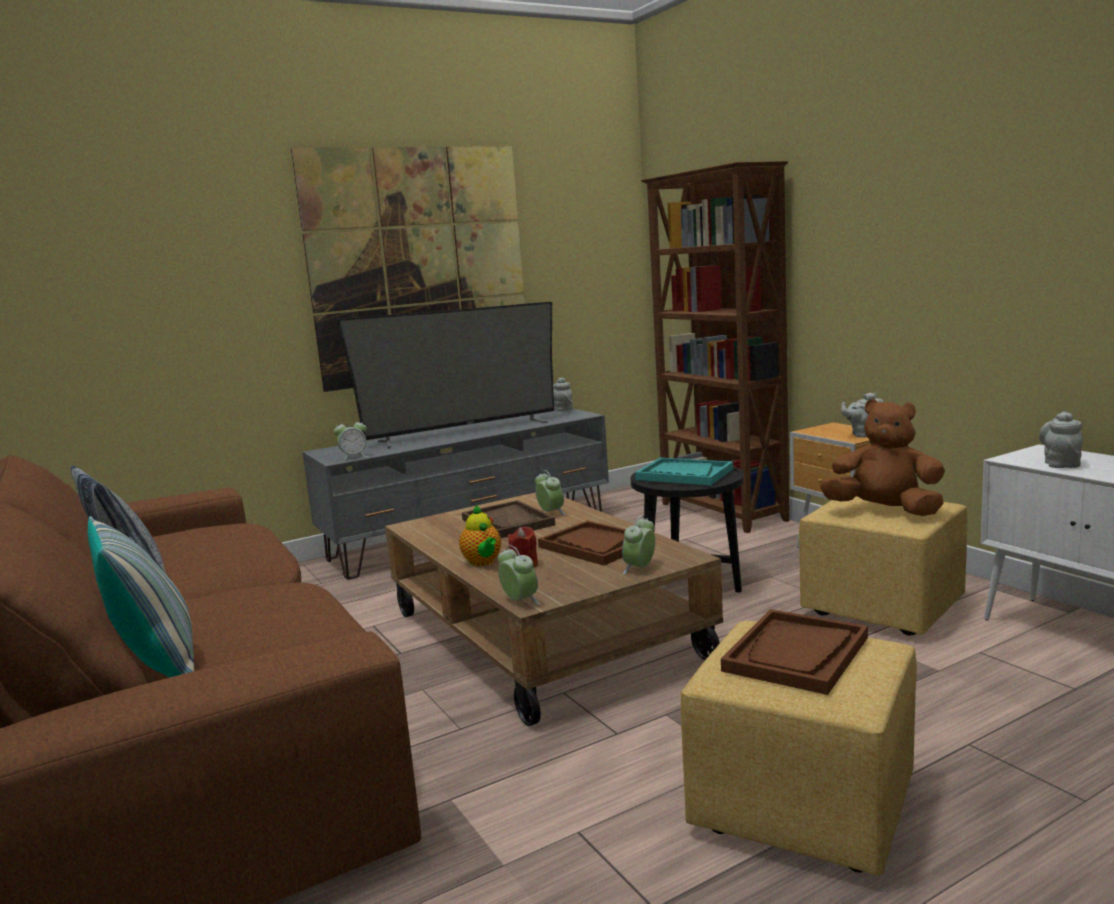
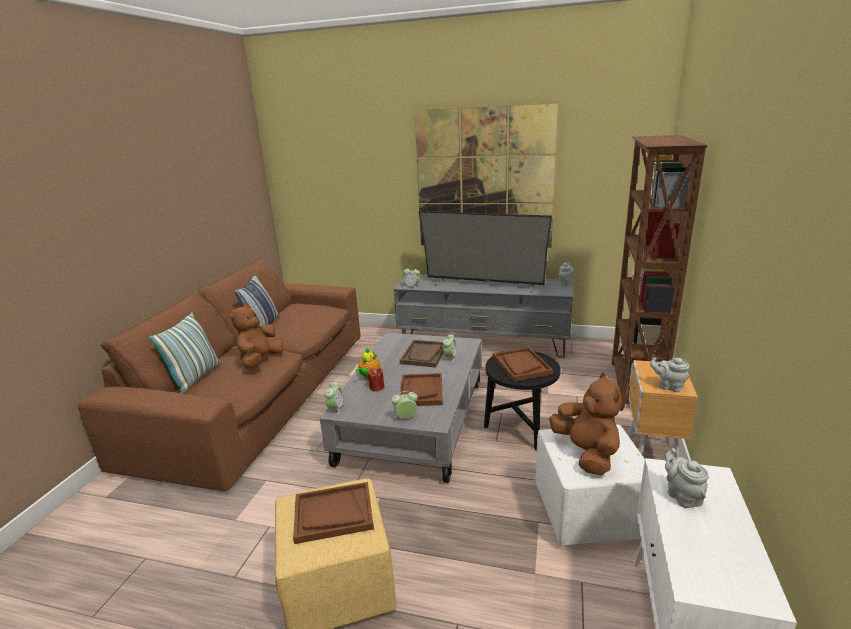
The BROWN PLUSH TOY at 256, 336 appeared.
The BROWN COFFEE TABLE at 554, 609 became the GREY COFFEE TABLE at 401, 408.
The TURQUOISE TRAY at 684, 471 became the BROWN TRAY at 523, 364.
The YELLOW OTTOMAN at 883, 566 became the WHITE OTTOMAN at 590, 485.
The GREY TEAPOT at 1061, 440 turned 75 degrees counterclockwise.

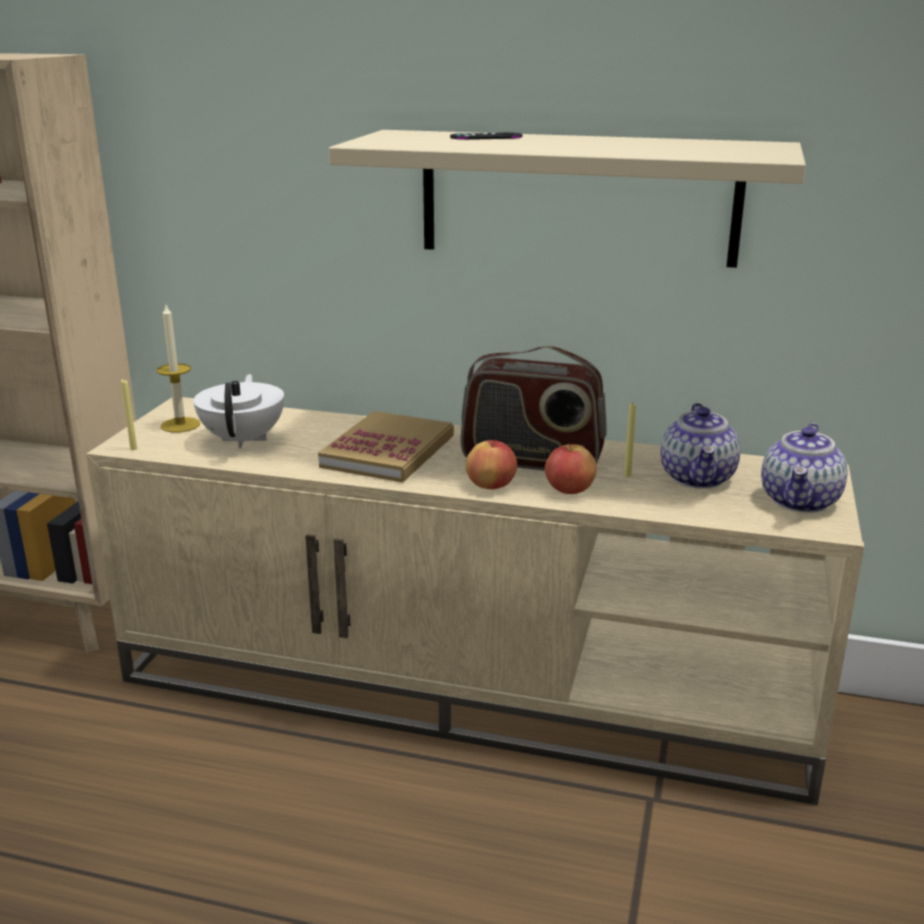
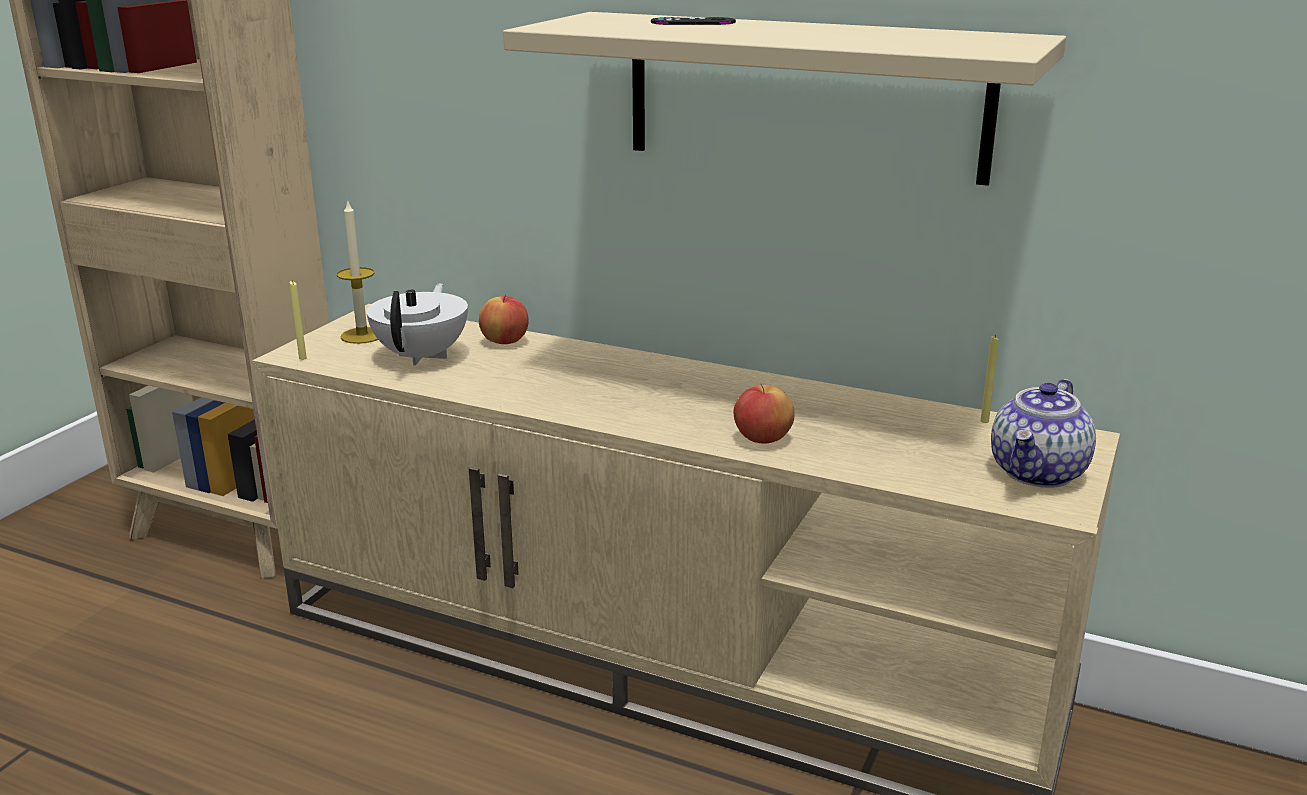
The BOOK at 386, 446 disappeared.
The RADIO at 533, 408 disappeared.
The TEAPOT at 700, 446 disappeared.
The APPLE moved from 491, 464 to 504, 319.
The YELLOW CANDLE moved from 630, 440 to 989, 379.

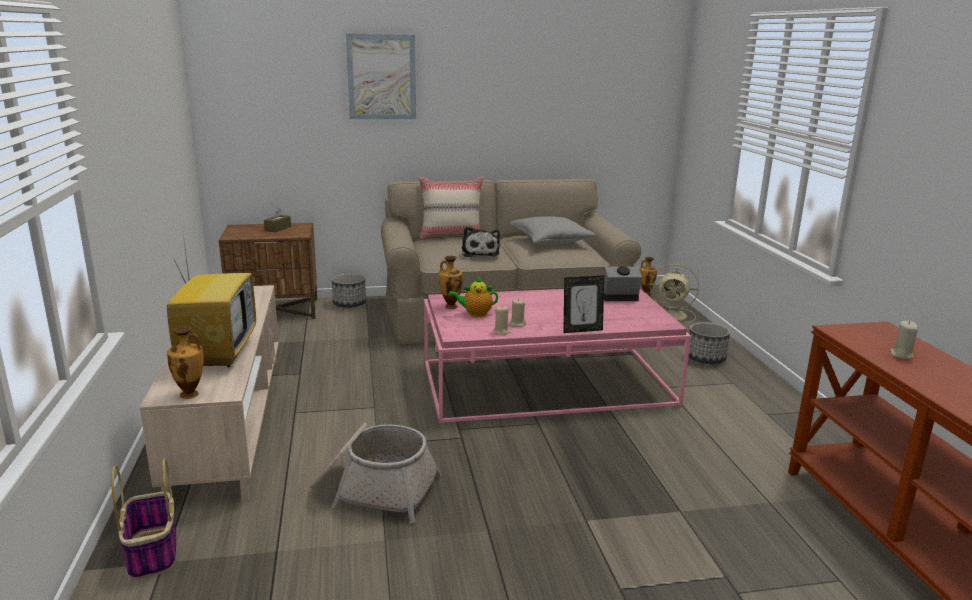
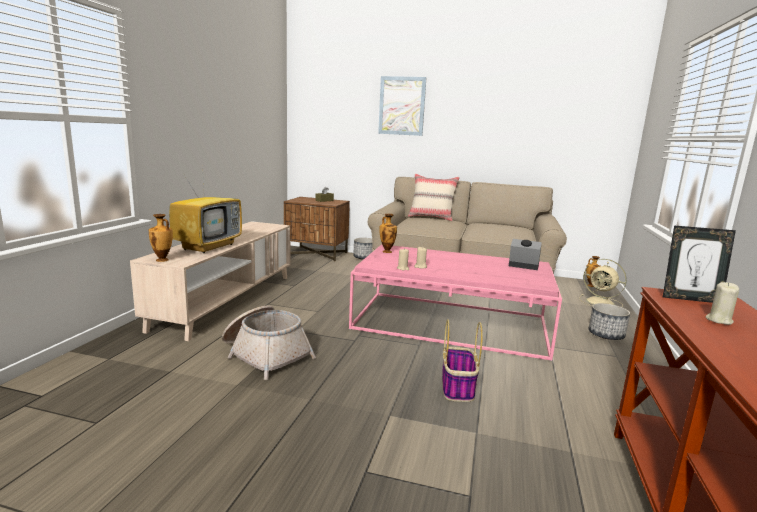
The TEAPOT at 473, 296 disappeared.
The PLUSH TOY at 481, 242 disappeared.
The GREY PILLOW at 553, 230 disappeared.
The BASKET moved from 143, 519 to 462, 360.
The PICTURE FRAME moved from 583, 304 to 699, 264.

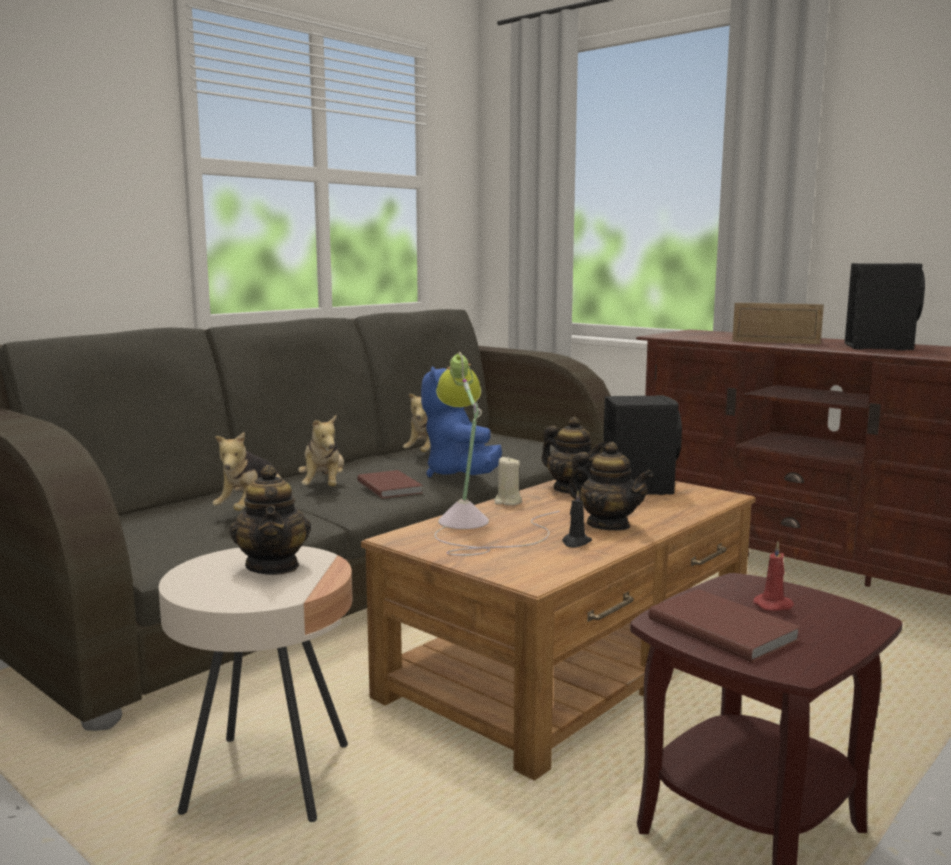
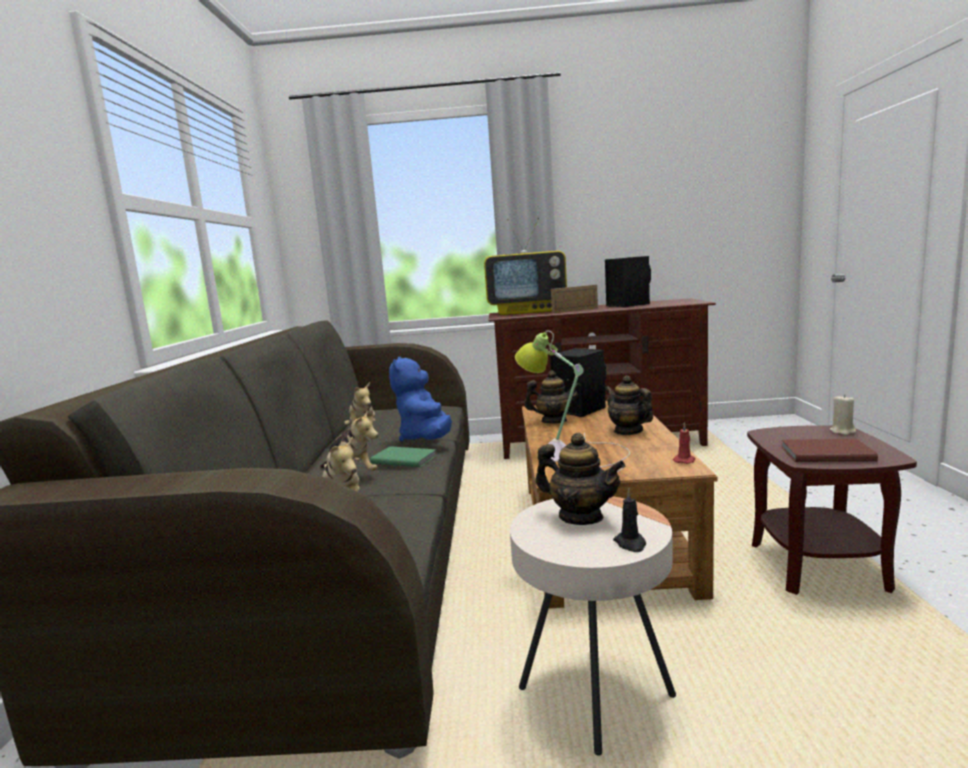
The TELEVISION at 525, 266 appeared.
The BEIGE CANDLE moved from 508, 480 to 843, 414.
The BLACK CANDLE moved from 577, 519 to 629, 520.
The RED CANDLE moved from 773, 576 to 684, 443.
The BROWN BOOK at 390, 484 became the GREEN BOOK at 403, 456.
The BLUE PLUSH TOY at 461, 421 turned 45 degrees clockwise.
The TEAPOT at 610, 486 turned 120 degrees counterclockwise.

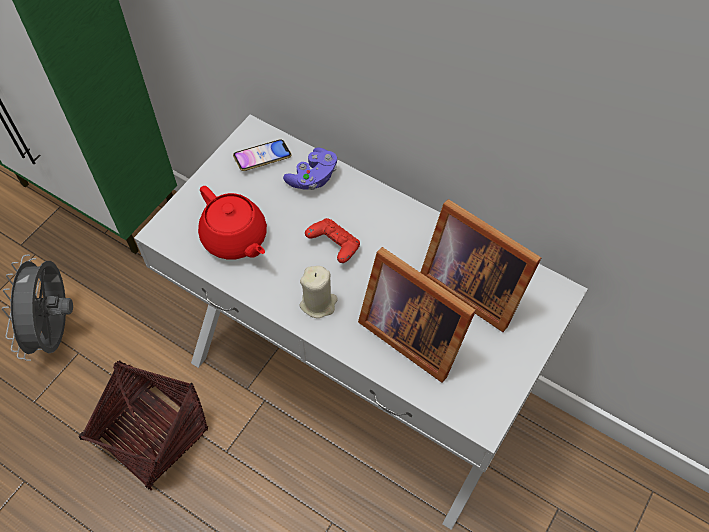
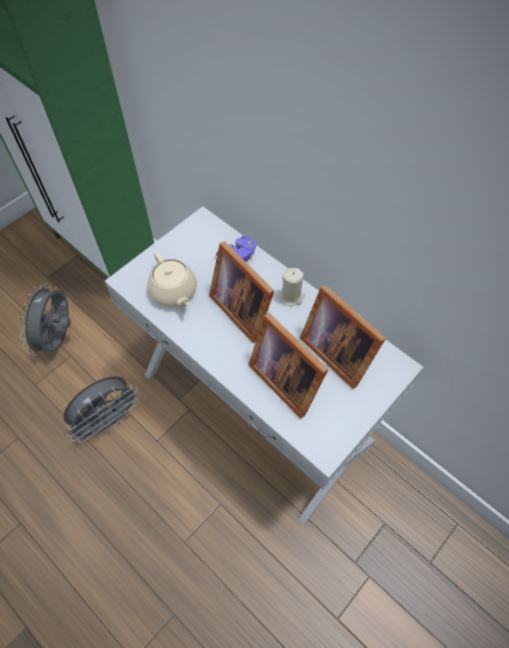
The PHONE at 262, 155 disappeared.
The BEIGE CANDLE moved from 319, 292 to 292, 287.
The BASKET at 143, 425 was replaced by the GREY FAN at 102, 409.
The RED GAME CONTROLLER at 332, 240 was replaced by the PICTURE FRAME at 241, 292.
The RED TEAPOT at 232, 223 became the BEIGE TEAPOT at 172, 279.

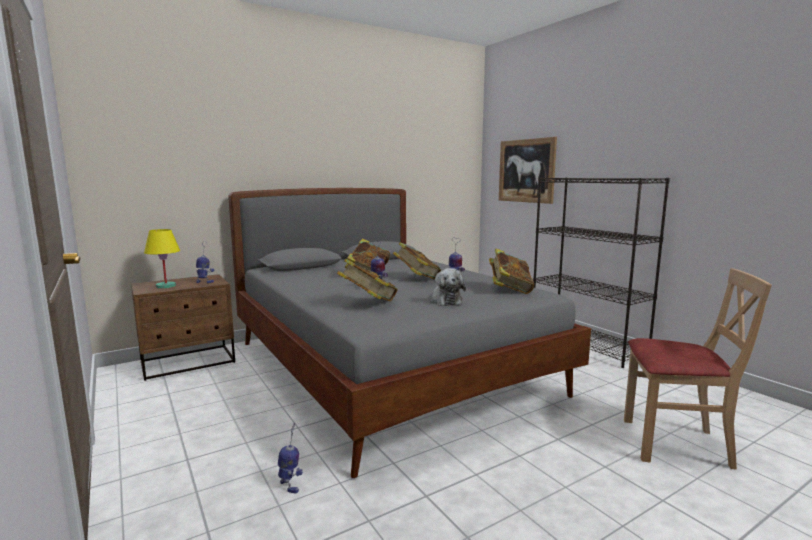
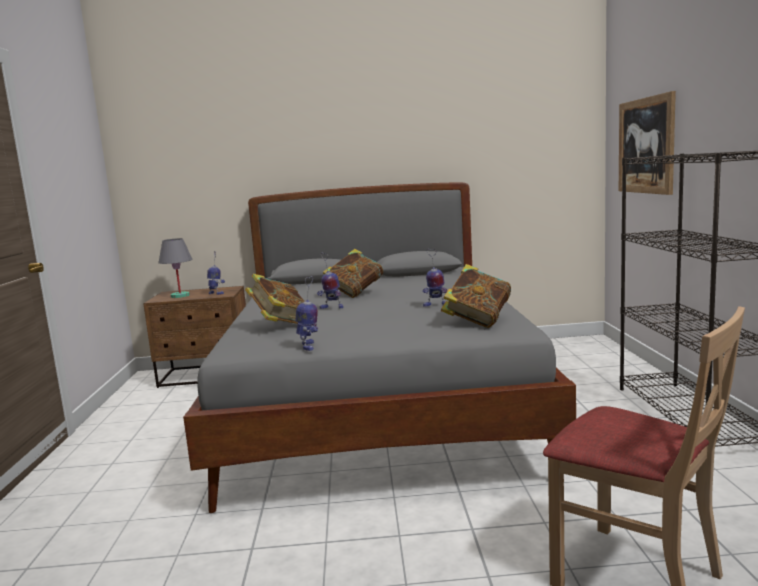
The BOOK at 417, 261 disappeared.
The PLUSH TOY at 448, 287 disappeared.
The TOY ROBOT moved from 290, 458 to 307, 313.
The YELLOW TABLE LAMP at 162, 259 became the GREY TABLE LAMP at 176, 268.

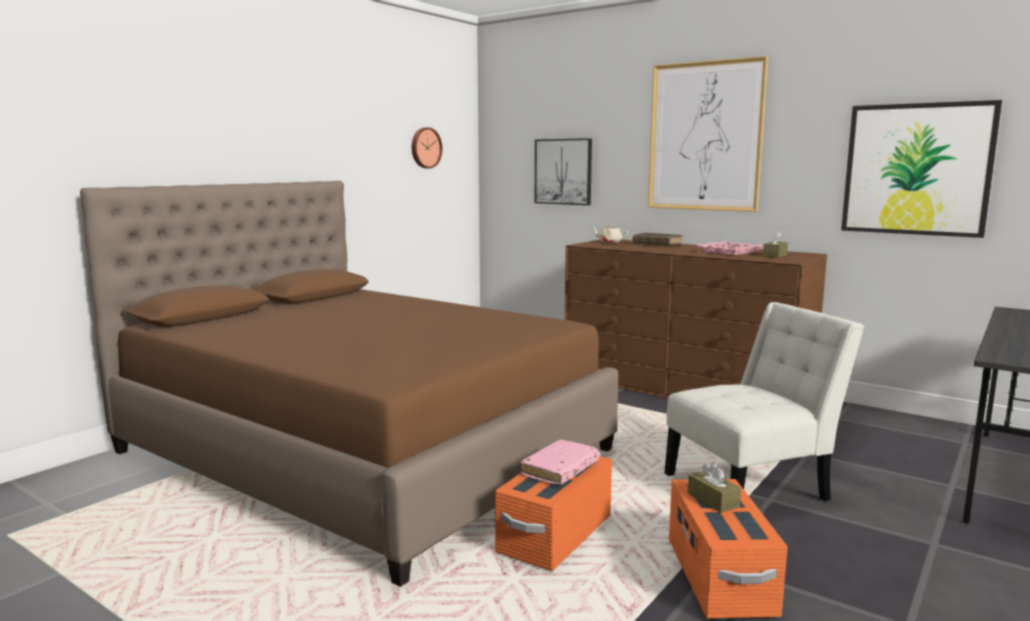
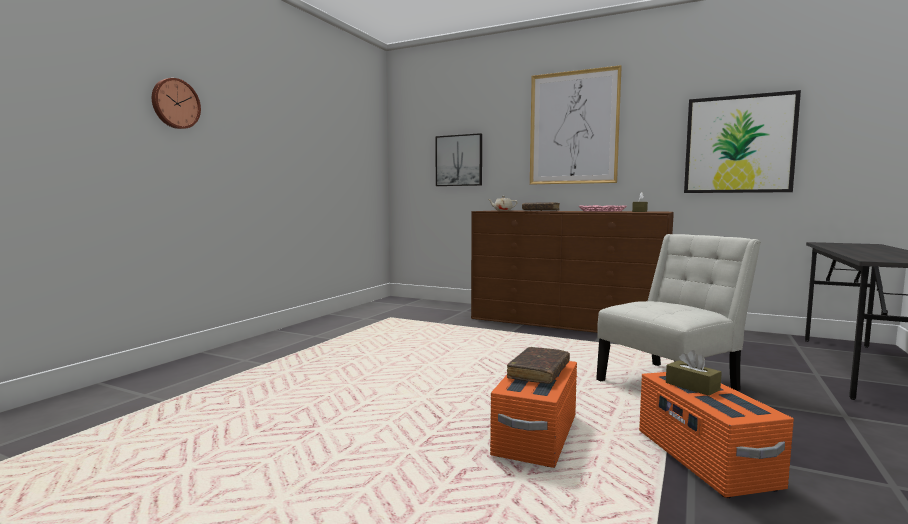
The BROWN BED at 349, 384 disappeared.
The WALL CLOCK moved from 426, 147 to 176, 103.
The PINK BOOK at 560, 462 became the BROWN BOOK at 538, 365.

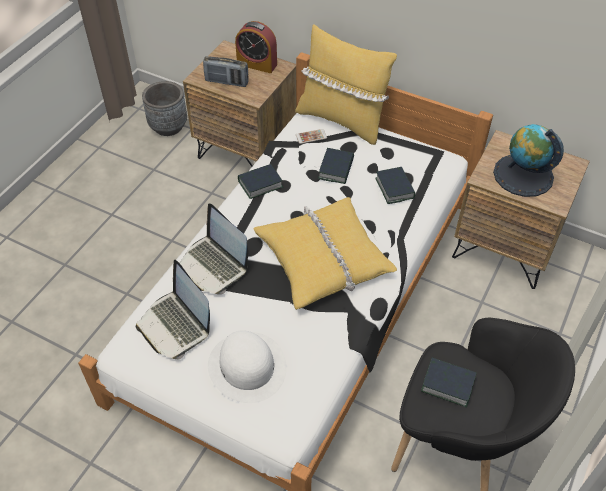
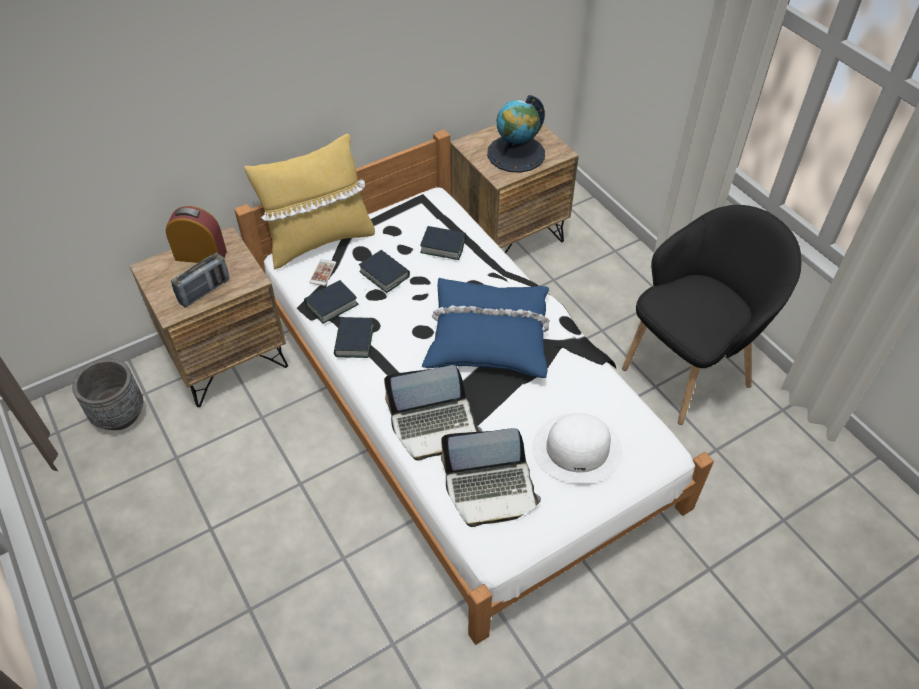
The BOOK moved from 449, 382 to 331, 302.
The YELLOW PILLOW at 325, 253 became the BLUE PILLOW at 486, 328.
The ALARM CLOCK at 256, 47 turned 135 degrees counterclockwise.

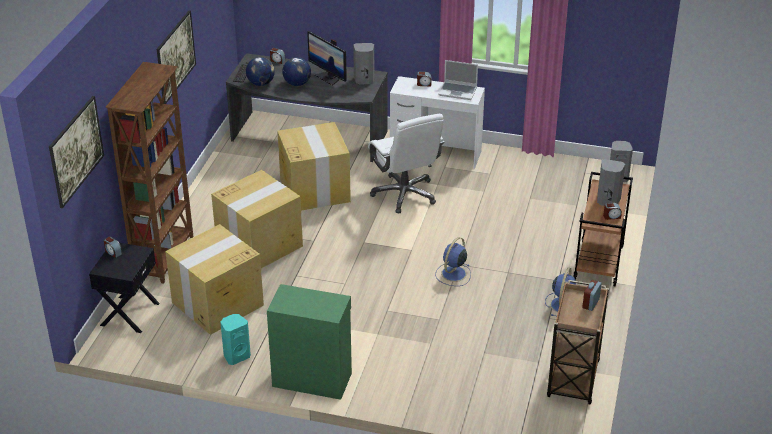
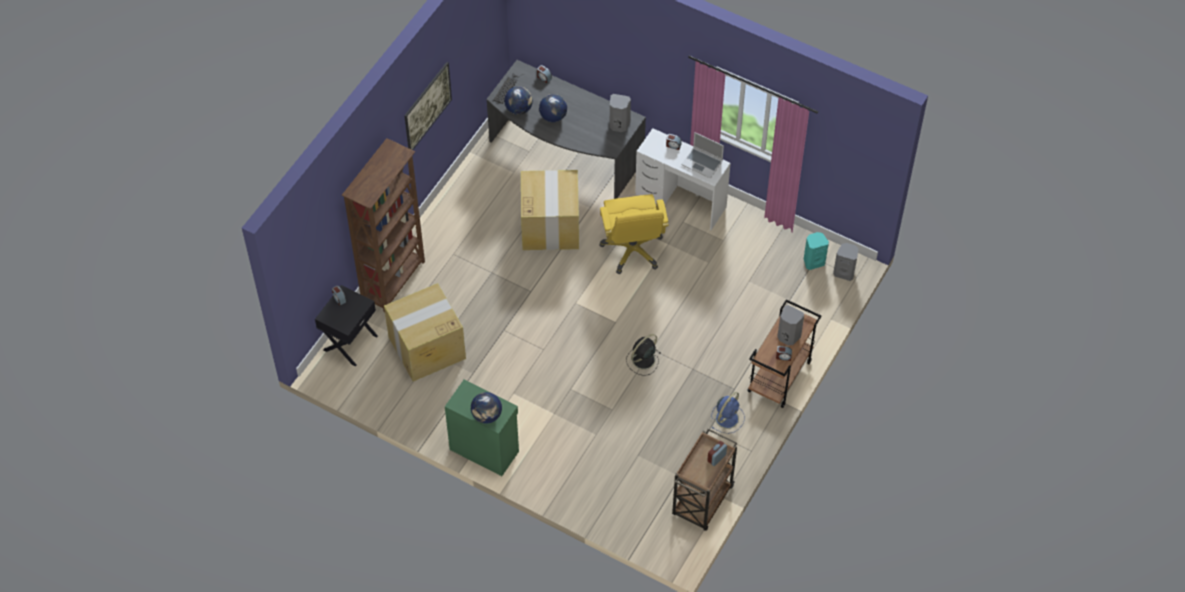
The PICTURE at 76, 152 disappeared.
The CARDBOARD BOX at 257, 219 disappeared.
The MONITOR at 327, 58 disappeared.
The GLOBE at 486, 408 appeared.
The TURQUOISE SPEAKER moved from 235, 339 to 816, 251.
The WHITE OFFICE CHAIR at 406, 163 became the YELLOW OFFICE CHAIR at 634, 234.
The BLUE FAN at 453, 261 became the BLACK FAN at 643, 355.

